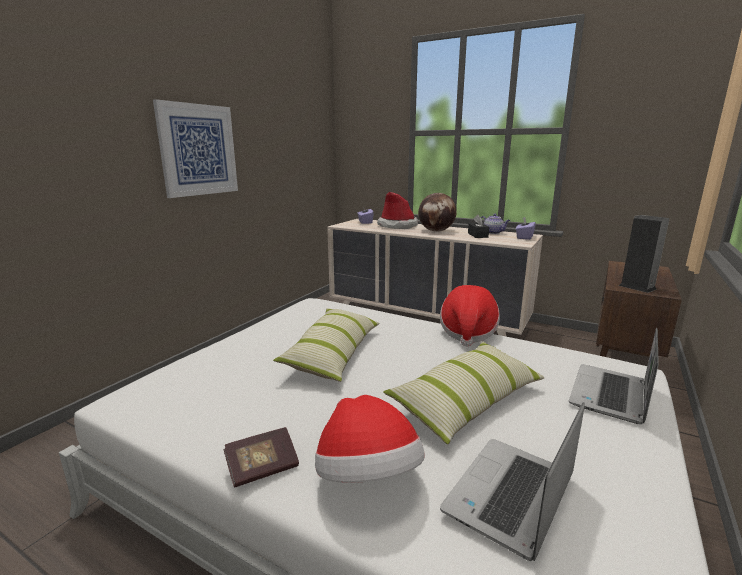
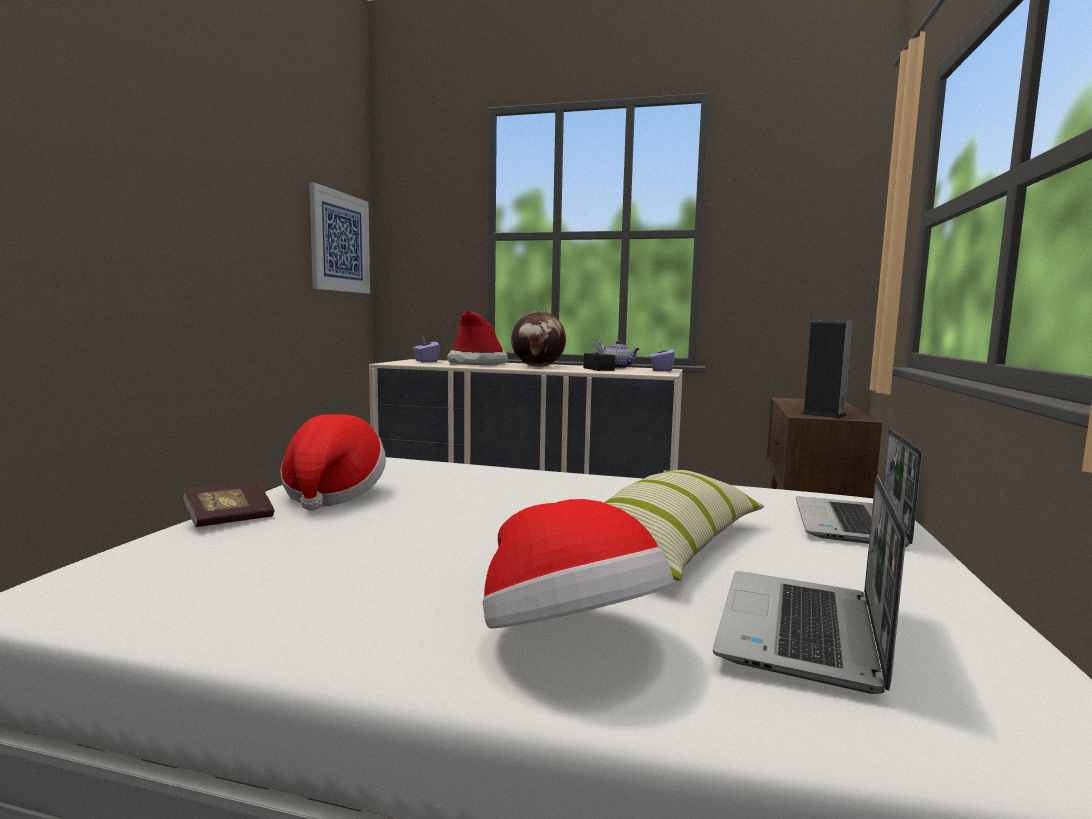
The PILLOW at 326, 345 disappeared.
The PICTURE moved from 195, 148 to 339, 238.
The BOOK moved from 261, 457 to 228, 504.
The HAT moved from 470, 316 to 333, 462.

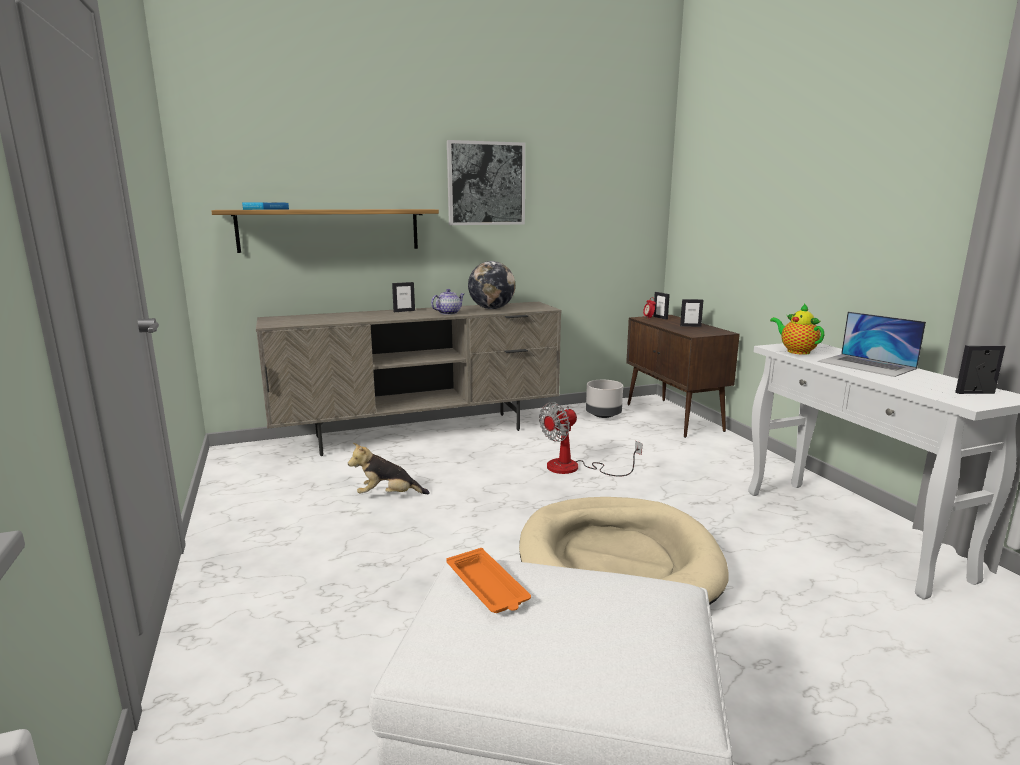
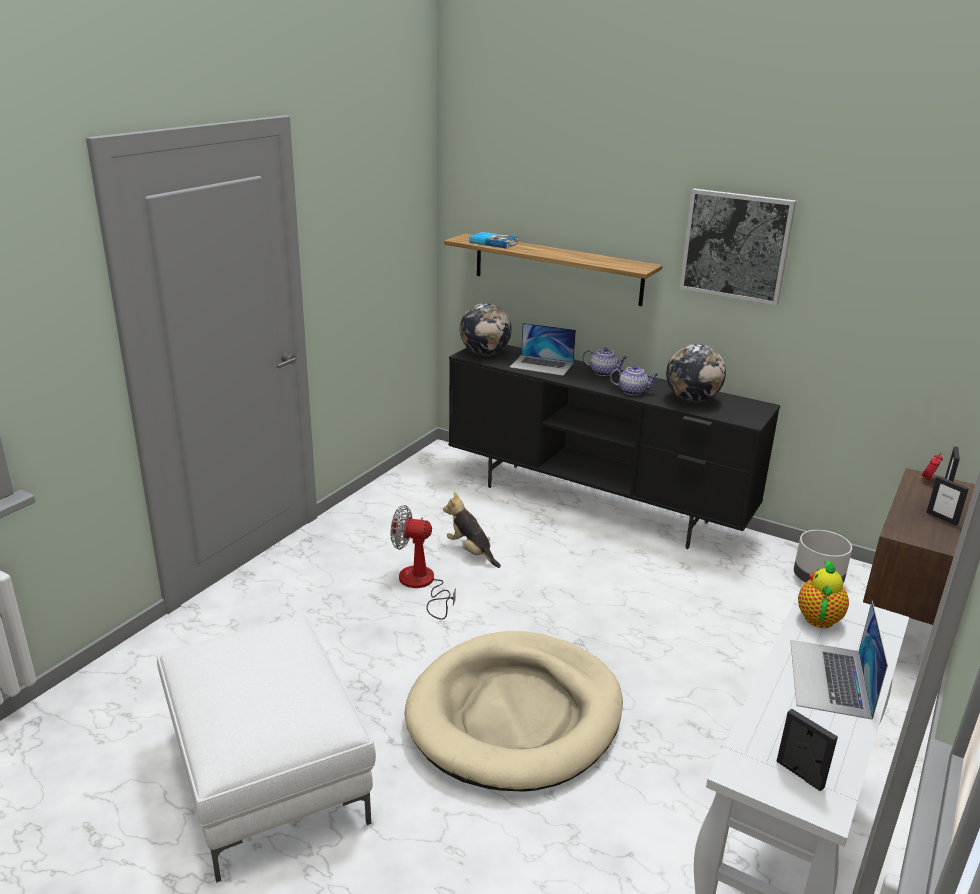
The ORANGE TRAY at 488, 580 disappeared.
The GLOBE at 486, 329 appeared.
The LAPTOP at 543, 349 appeared.
The FAN moved from 590, 439 to 423, 562.
The PICTURE FRAME at 403, 297 was replaced by the TEAPOT at 605, 361.
The BEIGE TV STAND at 408, 379 became the BLACK TV STAND at 614, 447.

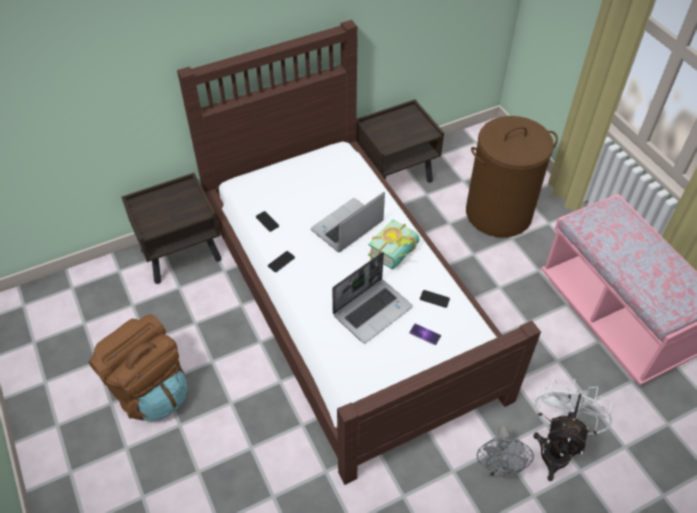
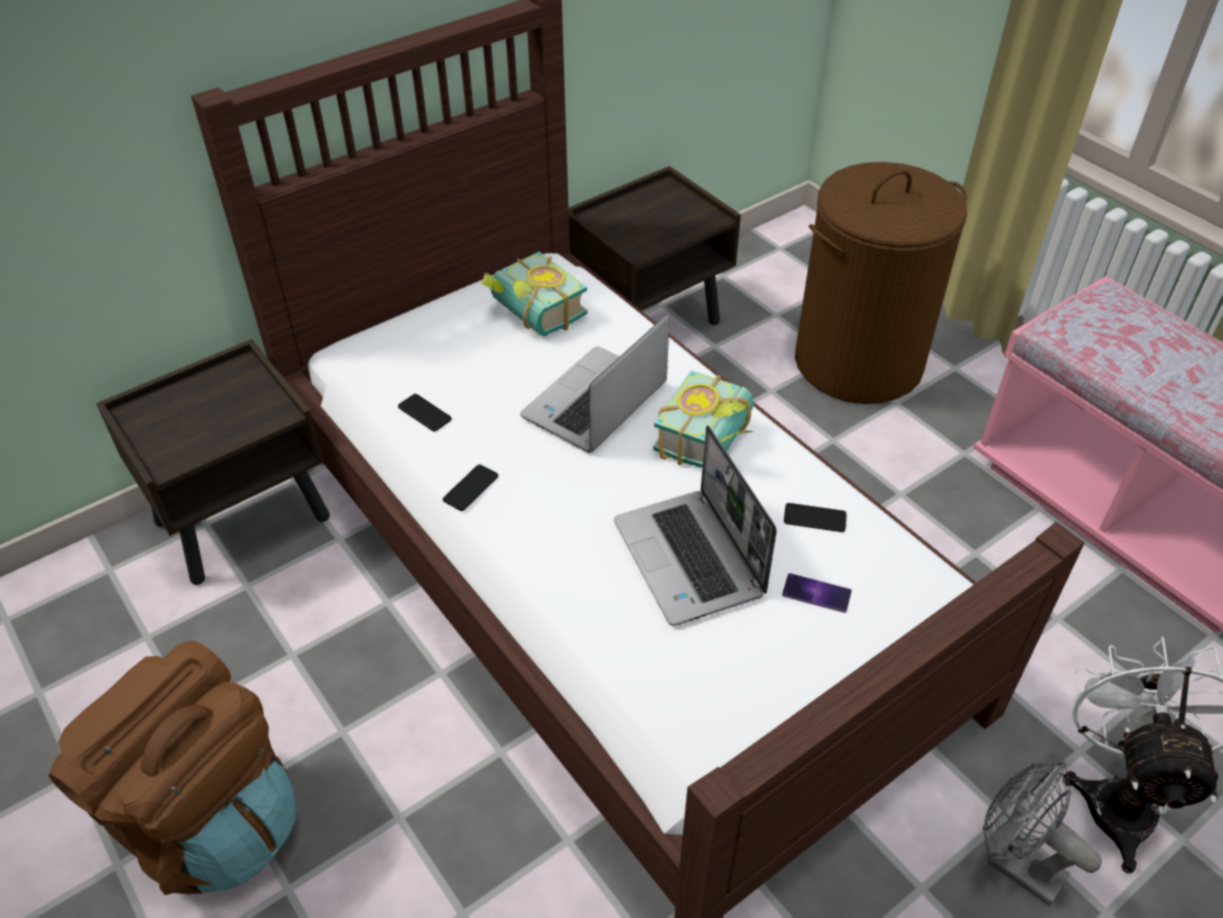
The BOOK at 534, 294 appeared.
The LAPTOP at 372, 297 turned 120 degrees clockwise.
The GREY FAN at 505, 451 turned 135 degrees clockwise.

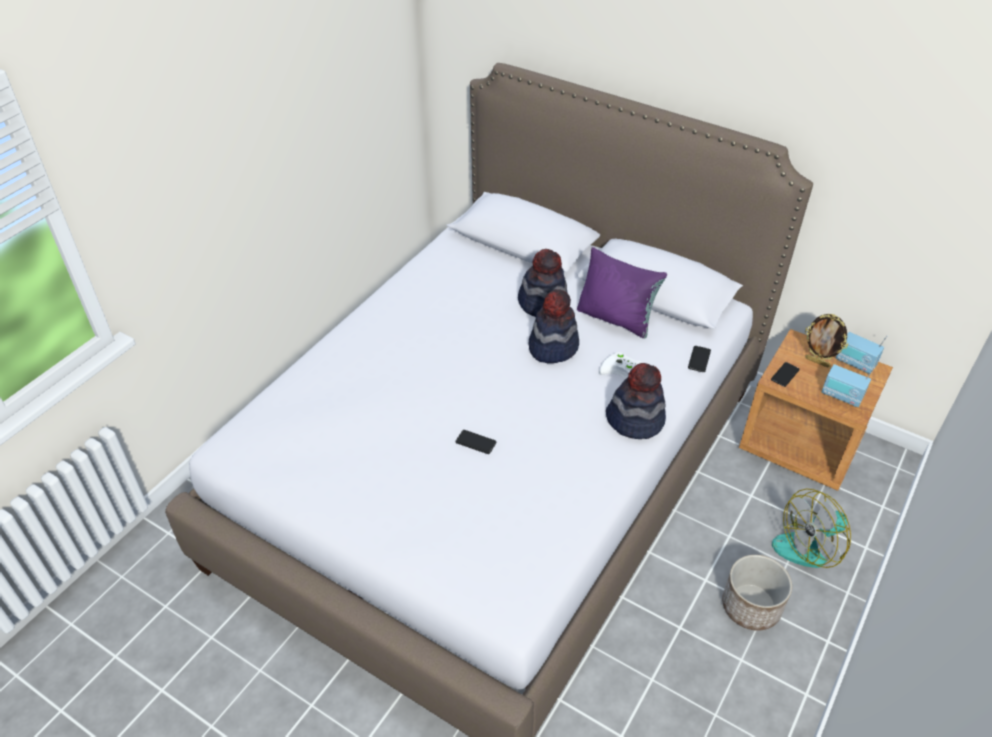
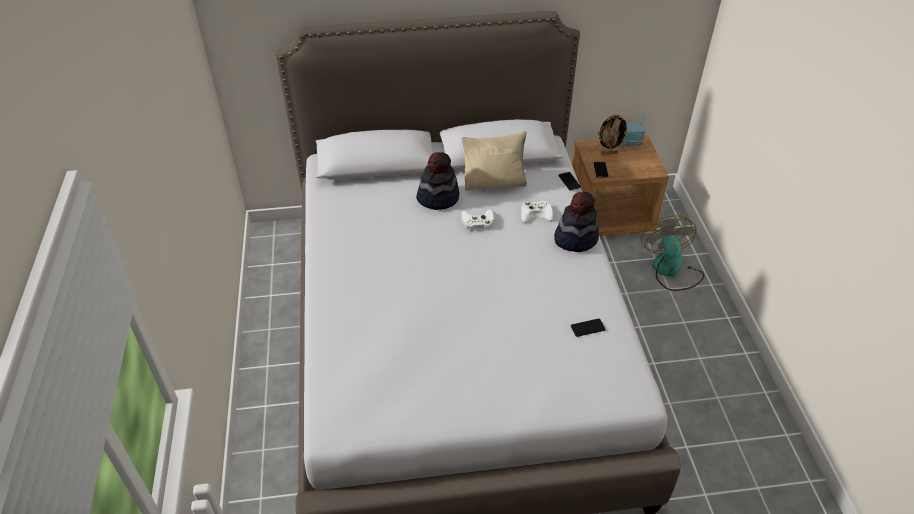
The PLANTER at 757, 593 disappeared.
The RADIO at 848, 385 disappeared.
The PHONE moved from 476, 442 to 588, 328.
The HAT at 553, 326 was replaced by the WHITE GAME CONTROLLER at 477, 220.
The PURPLE PILLOW at 622, 293 became the BEIGE PILLOW at 494, 161.
The FAN at 811, 528 turned 150 degrees clockwise.

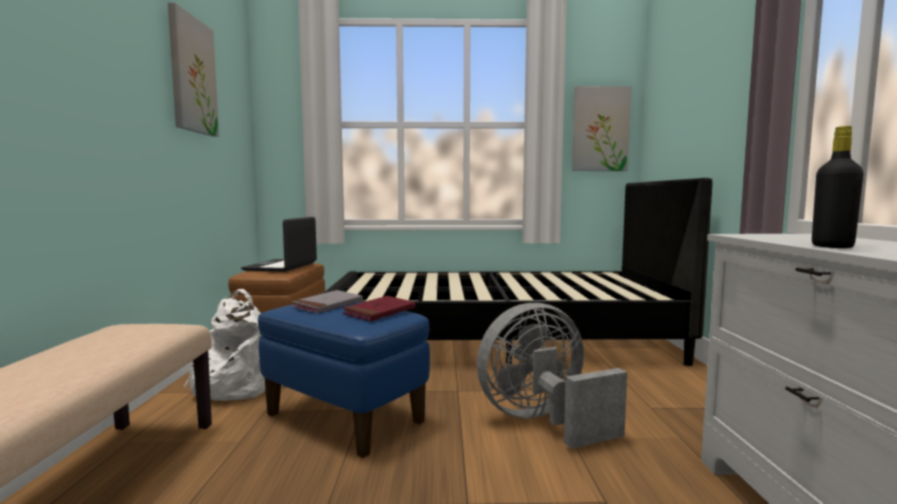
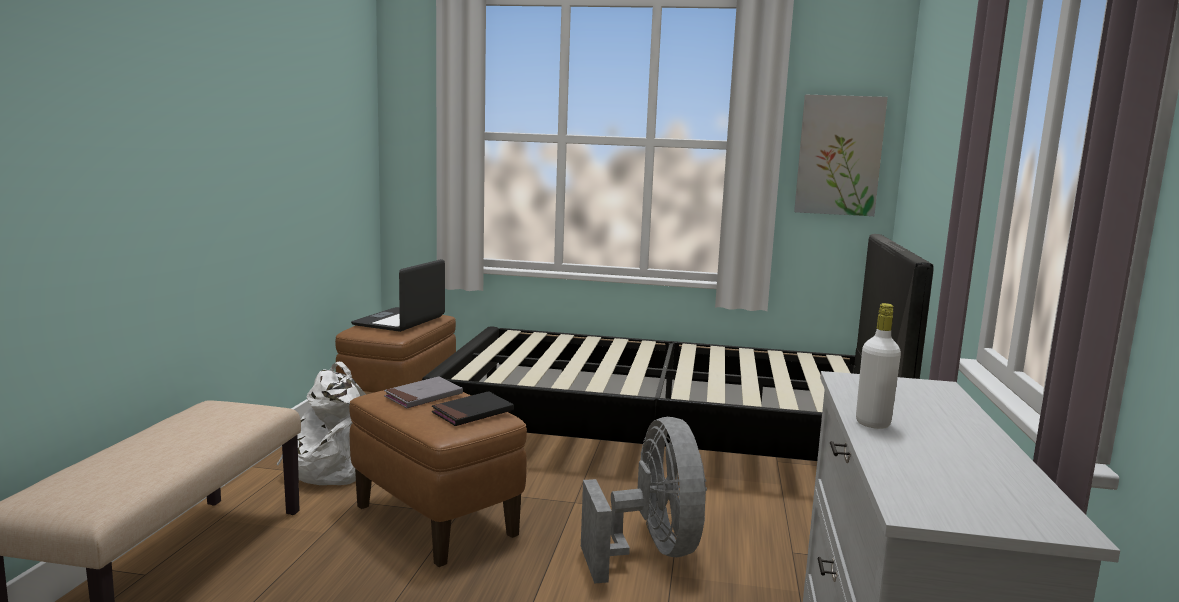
The PICTURE at 193, 70 disappeared.
The BLUE OTTOMAN at 344, 380 became the BROWN OTTOMAN at 438, 478.
The RED BOOK at 379, 308 became the BLACK BOOK at 473, 408.
The BLACK BOTTLE at 838, 187 became the WHITE BOTTLE at 878, 366.
The GREY FAN at 552, 376 turned 90 degrees clockwise.

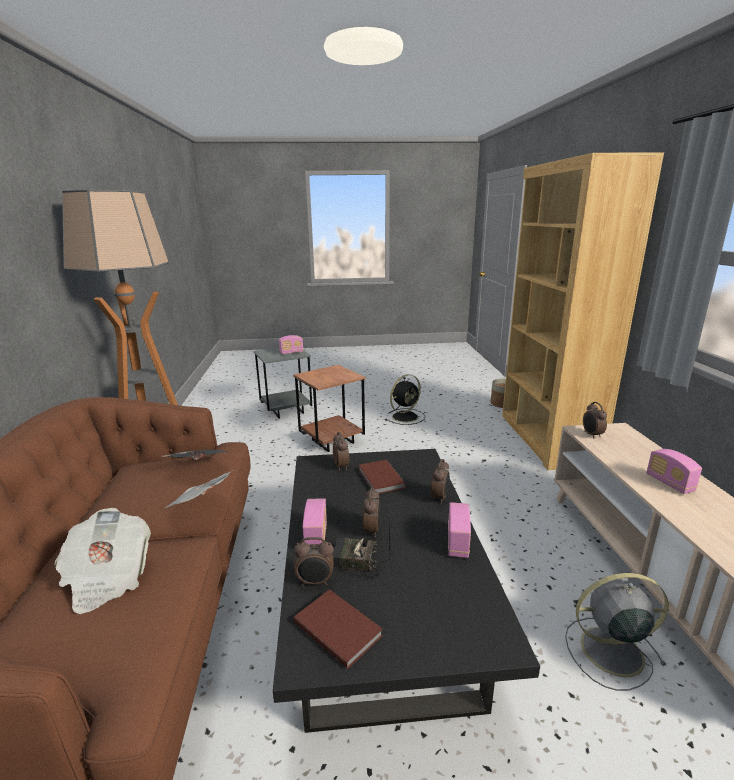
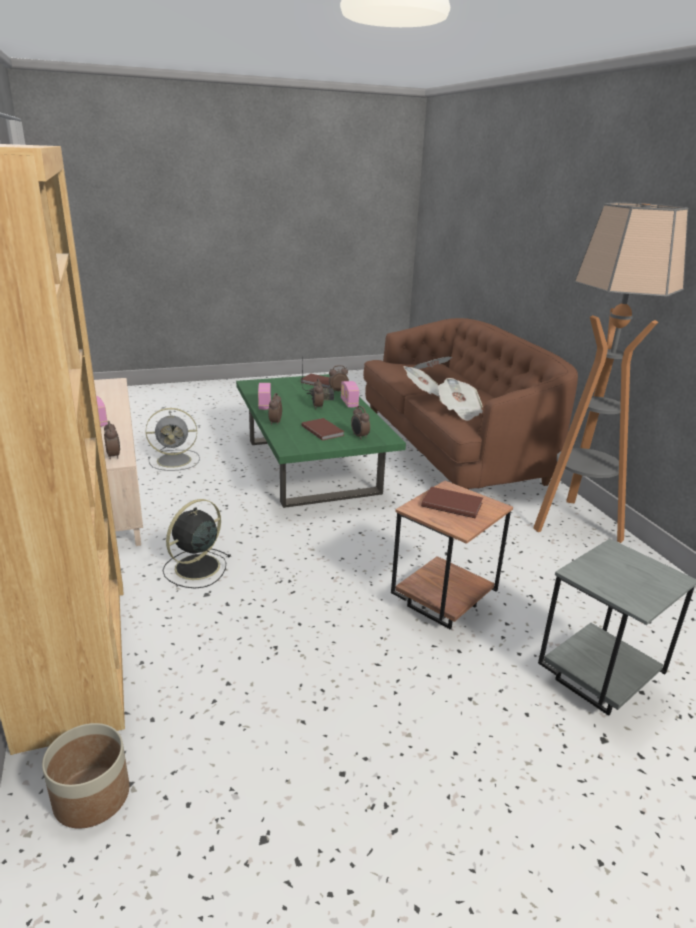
The RADIO at 291, 344 disappeared.
The BROWN BOOK at 452, 502 appeared.
The BLACK FAN moved from 405, 399 to 197, 543.
The BLACK COFFEE TABLE at 406, 591 became the GREEN COFFEE TABLE at 321, 441.

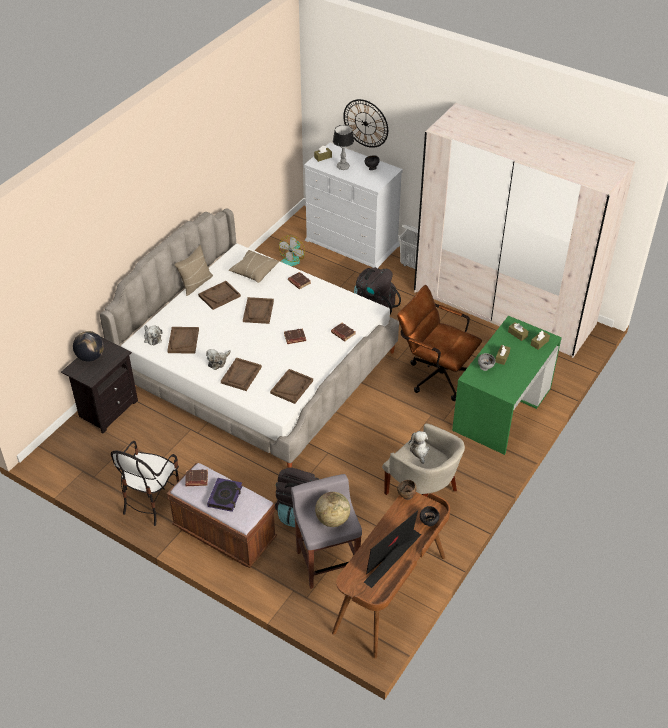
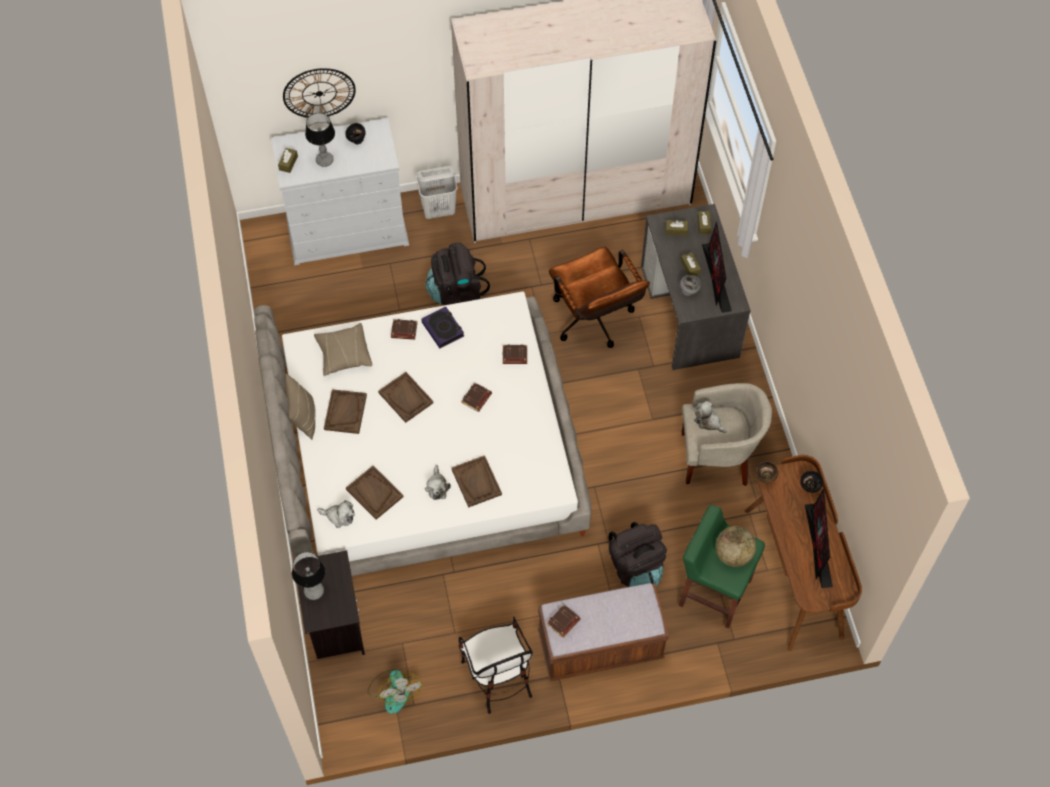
The BROWN TRAY at 291, 386 disappeared.
The MONITOR at 717, 267 appeared.
The BOOK moved from 224, 495 to 442, 328.
The FAN moved from 292, 250 to 394, 691.
The GLOBE at 88, 346 was replaced by the TABLE LAMP at 308, 576.
The GREY STOOL at 326, 531 became the GREEN STOOL at 722, 567.
The GREEN DESK at 507, 385 became the GREY DESK at 696, 287.
The BROWN OFFICE CHAIR at 439, 343 turned 105 degrees counterclockwise.

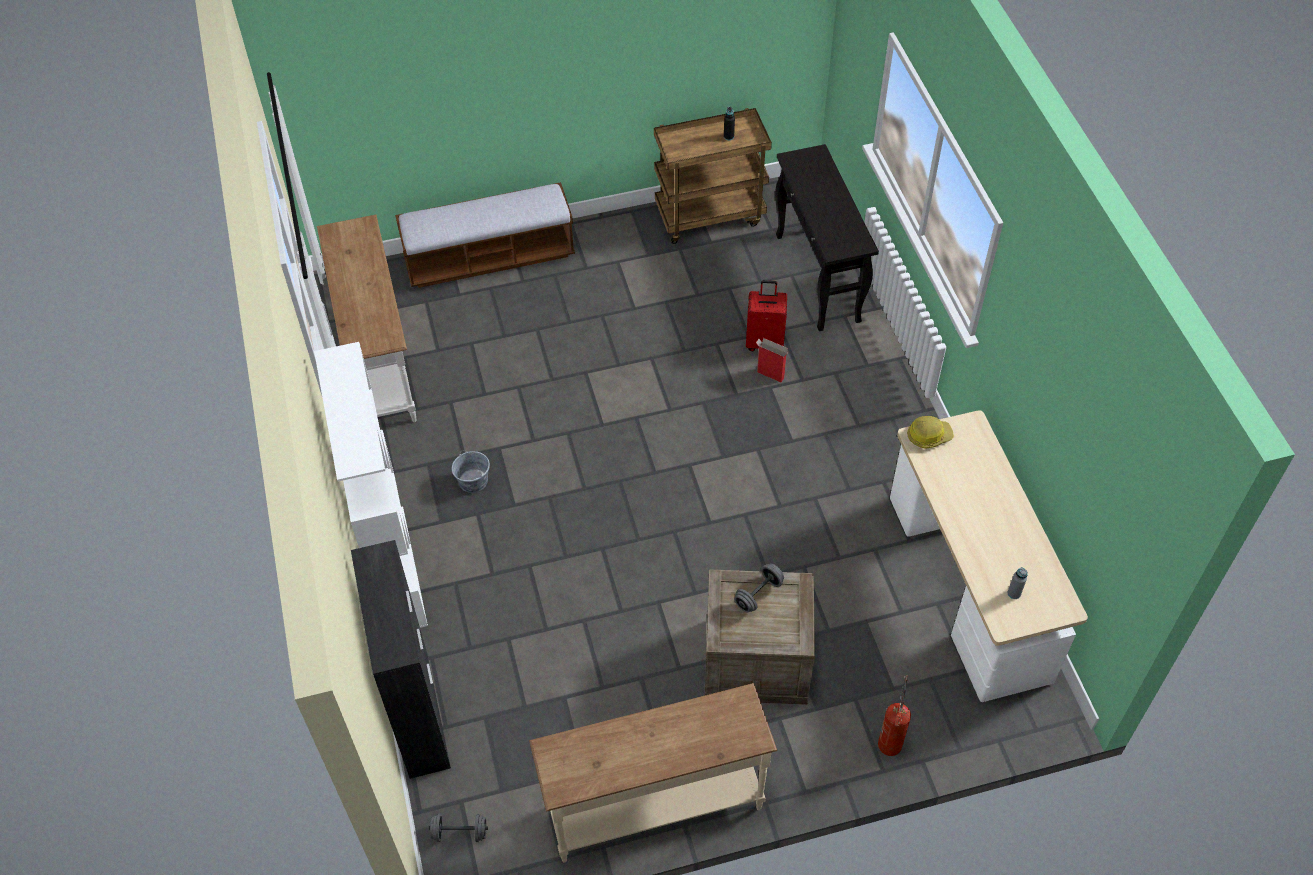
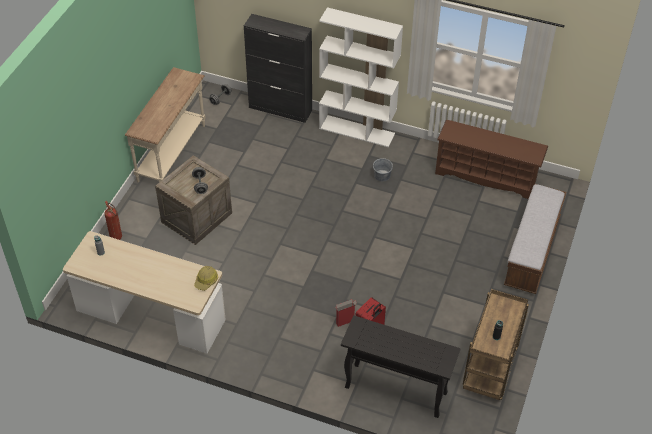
The WHITE CONSOLE TABLE at 366, 318 was replaced by the BROWN SHOE RACK at 491, 159.

